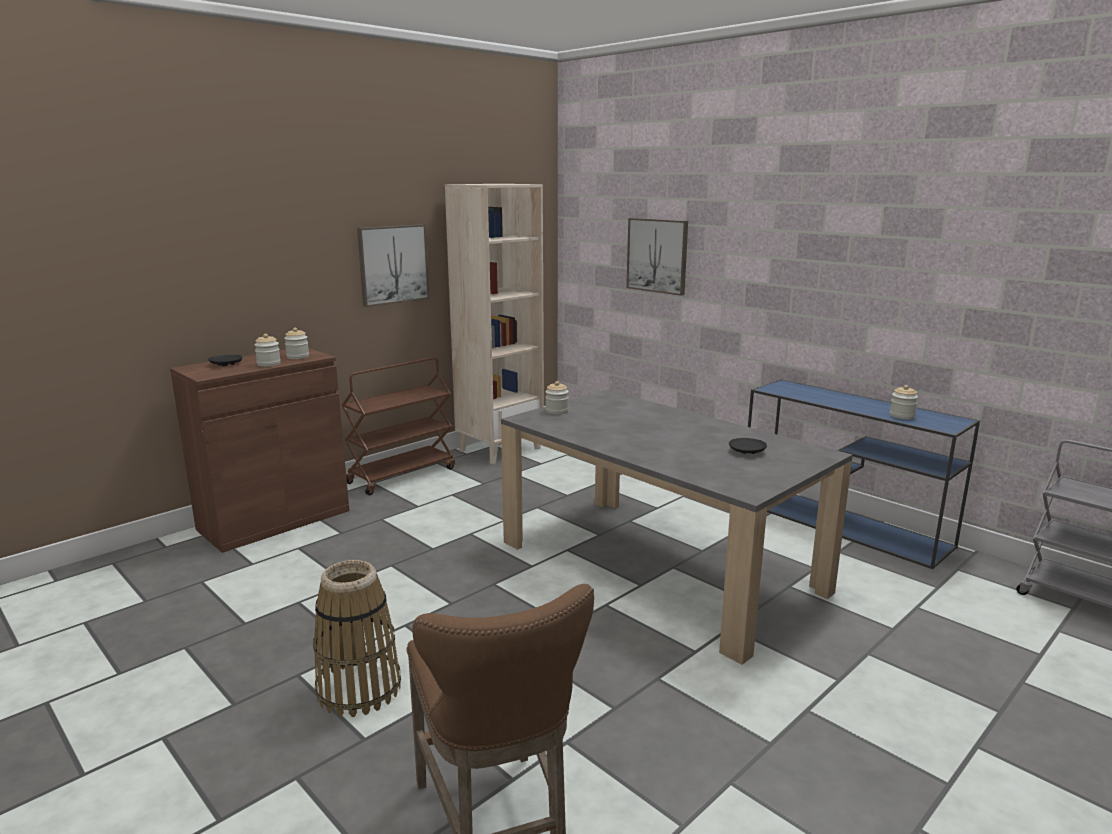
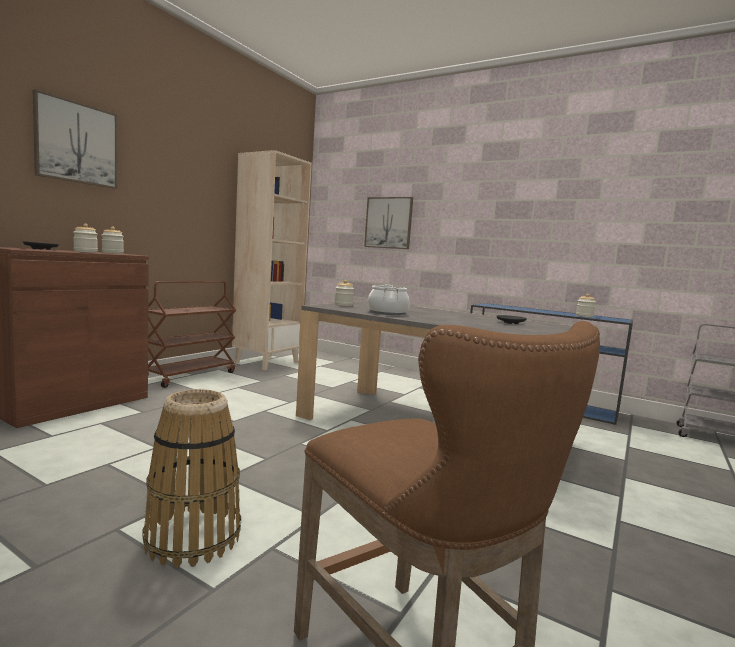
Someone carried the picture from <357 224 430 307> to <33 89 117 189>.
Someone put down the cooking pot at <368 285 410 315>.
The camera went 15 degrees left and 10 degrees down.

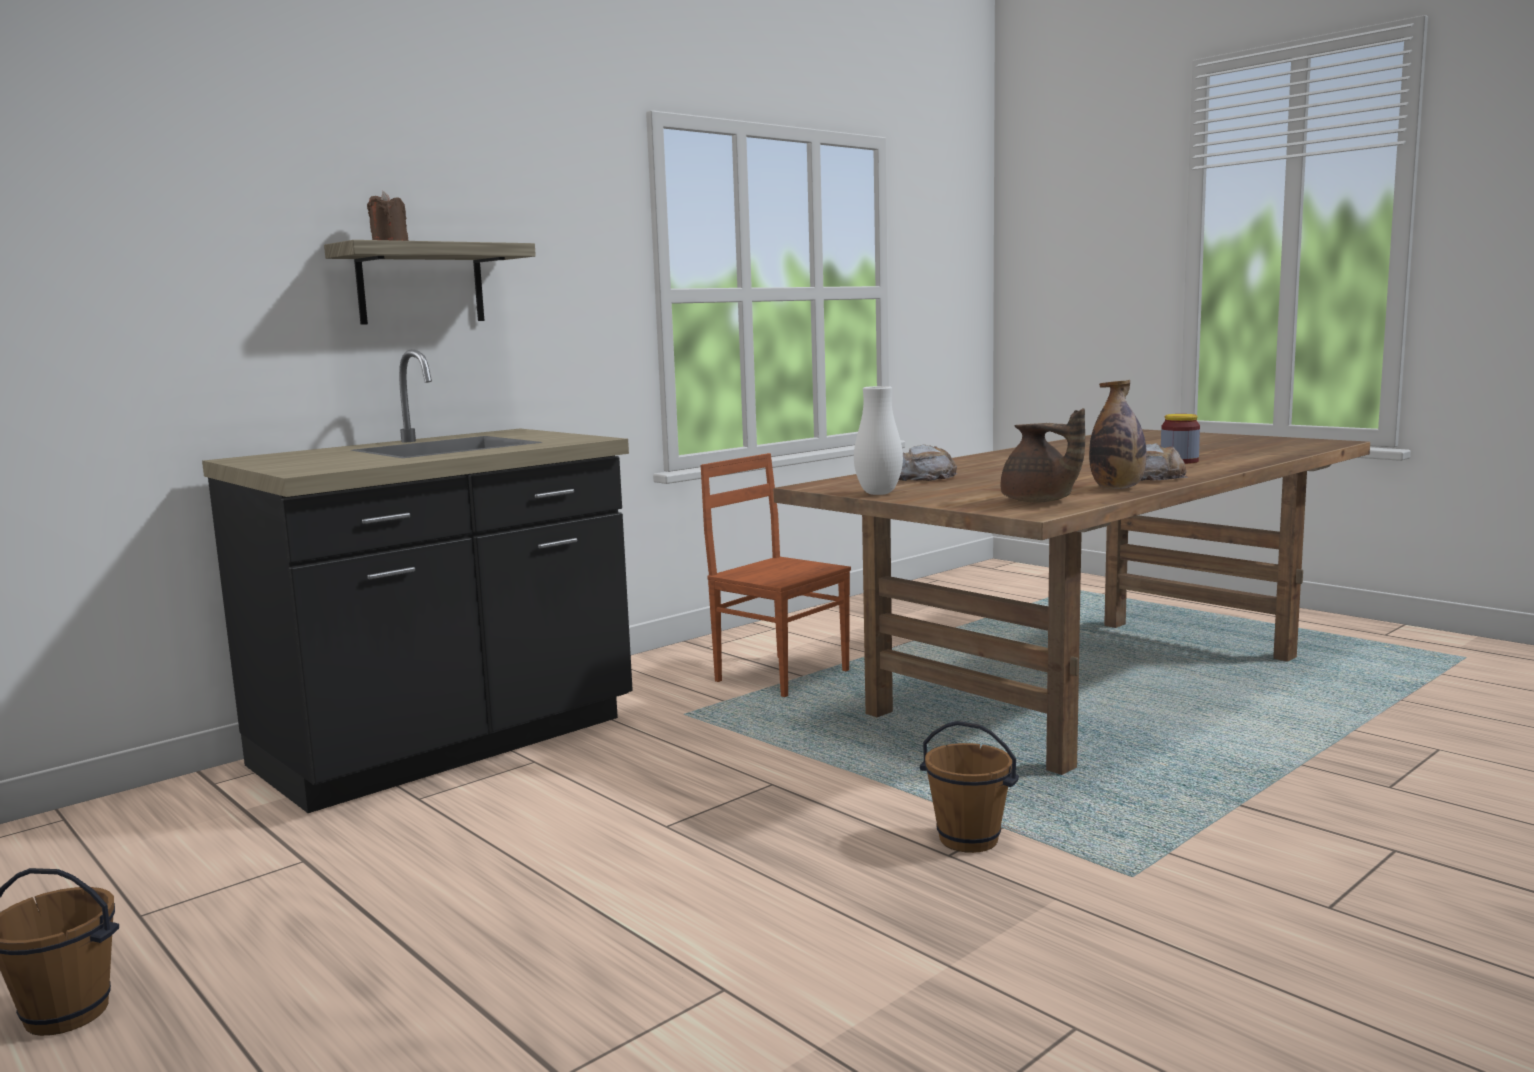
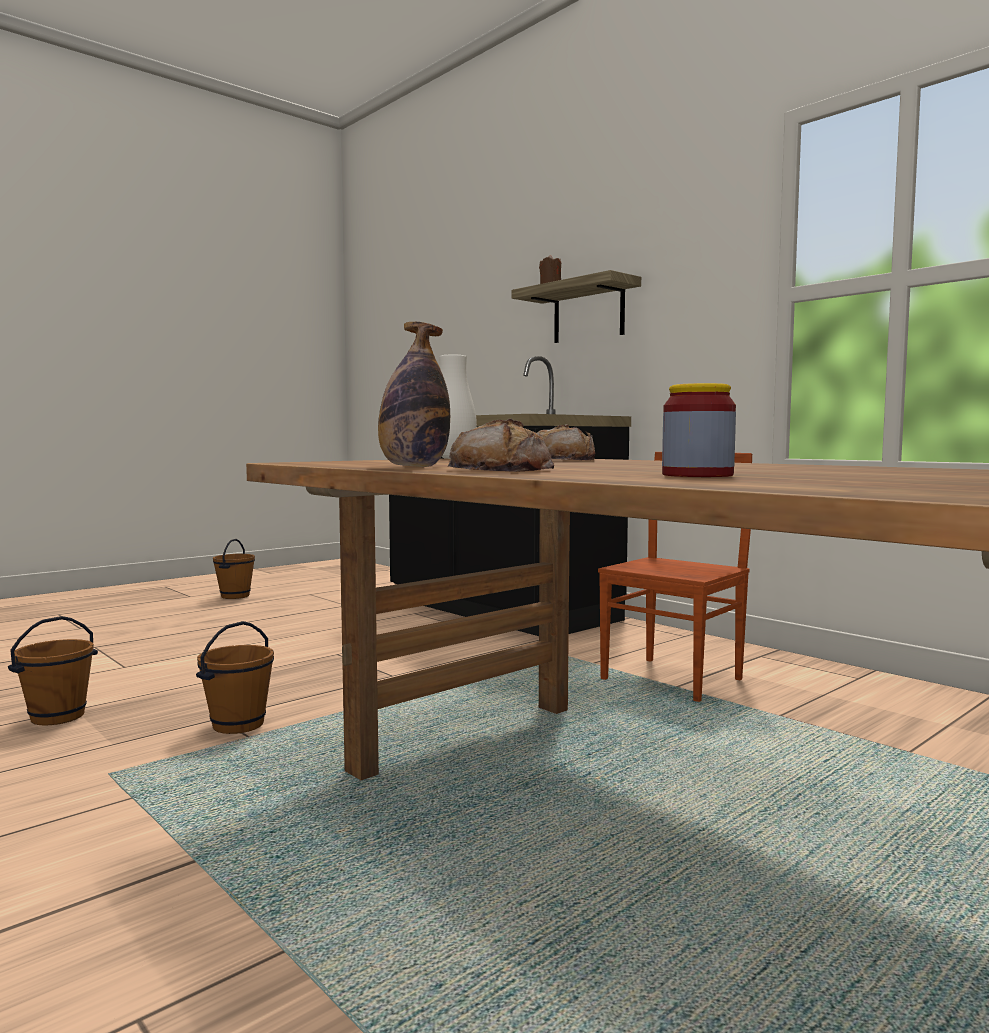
Someone put down the brown bucket at <8 616 98 725>.
Someone took away the brown teapot at <1001 408 1085 503>.
The camera went 90 degrees right and 5 degrees down.

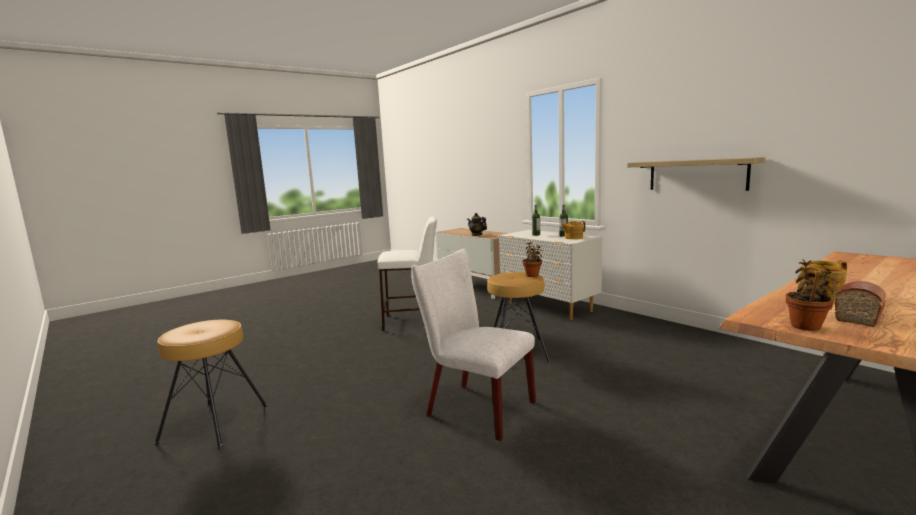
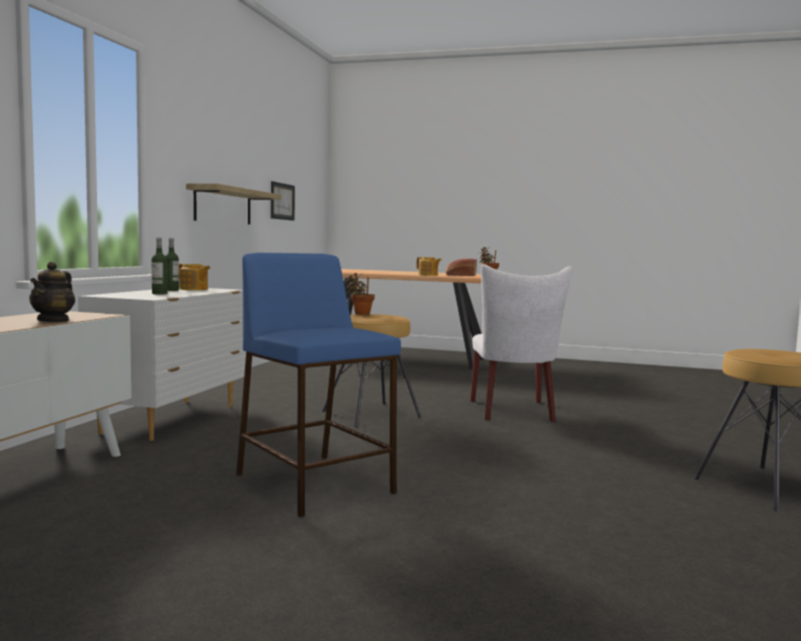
Someone repainted the white stool at <377 217 437 331>, which became the blue stool at <236 252 401 517>.
Someone put up the picture at <271 181 295 221>.
The camera went 125 degrees left and 5 degrees down.

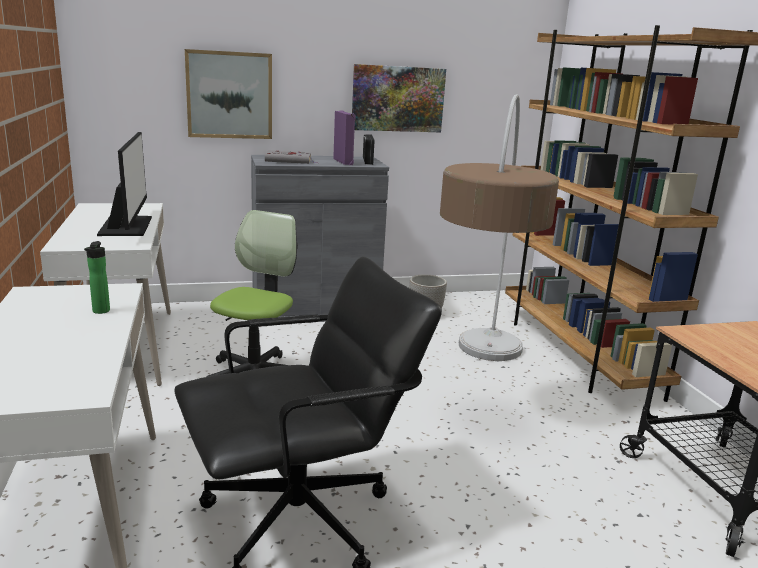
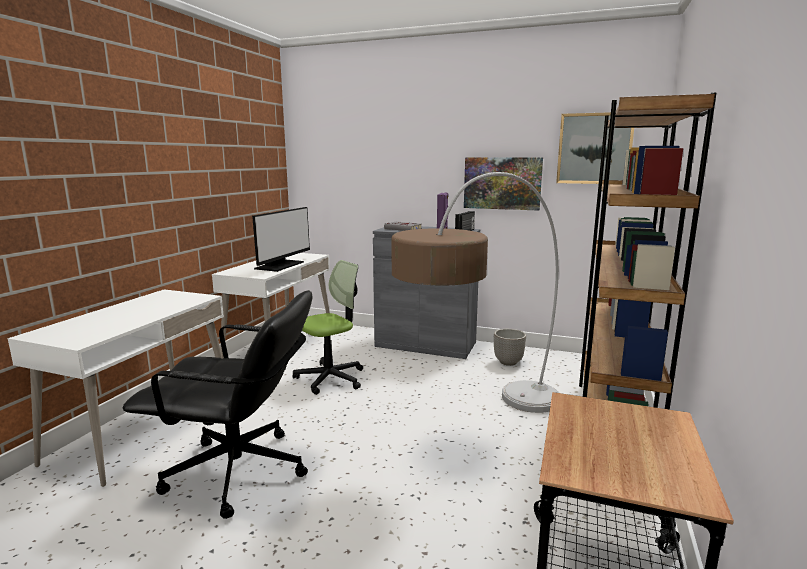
Someone carried the picture from <185 49 272 139> to <556 112 634 184>.
Someone took away the bottle at <84 241 110 314>.
The camera went 35 degrees right and 5 degrees down.

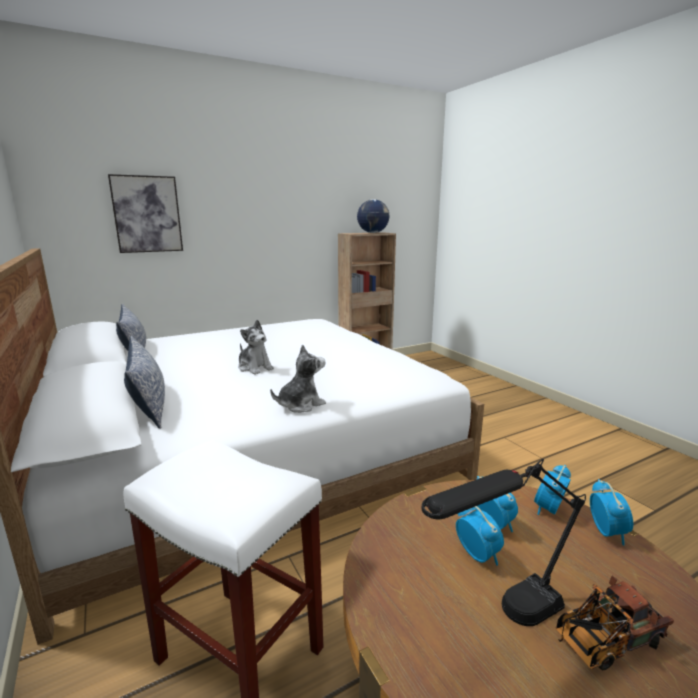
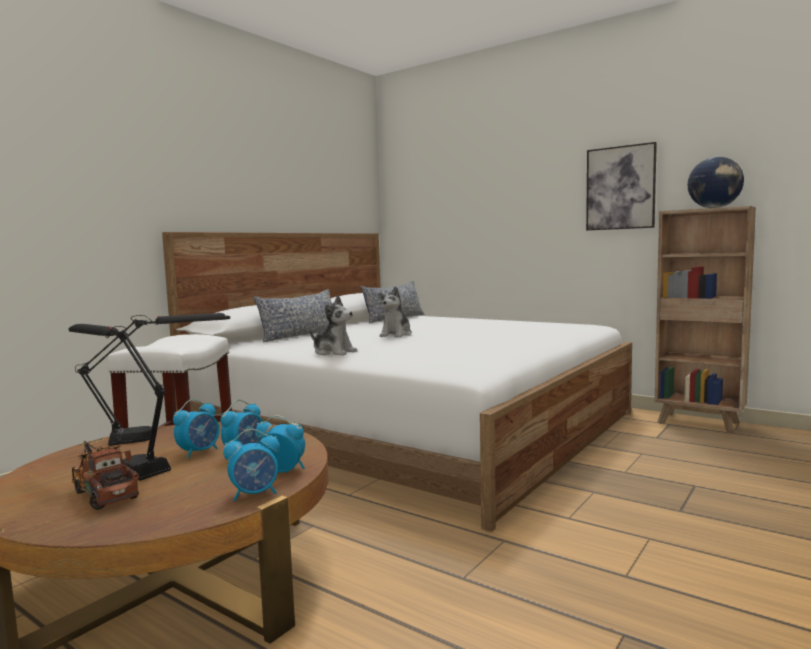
Someone put down the black table lamp at <75 313 230 446>.
Someone carried the picture from <108 174 183 253> to <586 142 657 231>.
The camera went 65 degrees right and 10 degrees down.

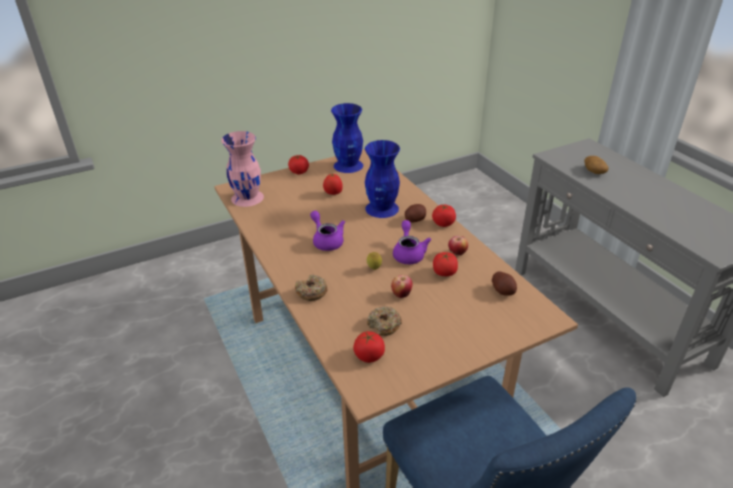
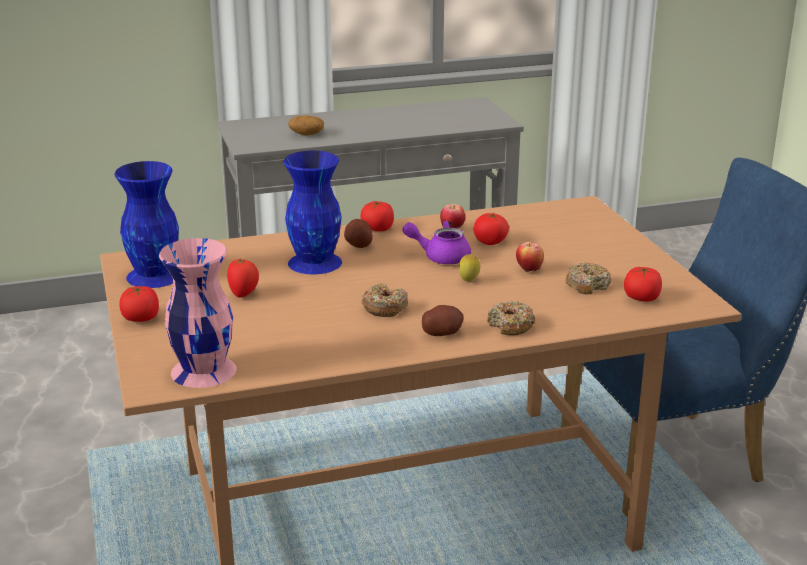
Someone swapped the purple teapot at <310 211 345 251> for the donut at <362 283 408 317>.
Someone carried the potato from <492 271 517 296> to <422 305 463 336>.
The camera went 80 degrees left and 10 degrees down.

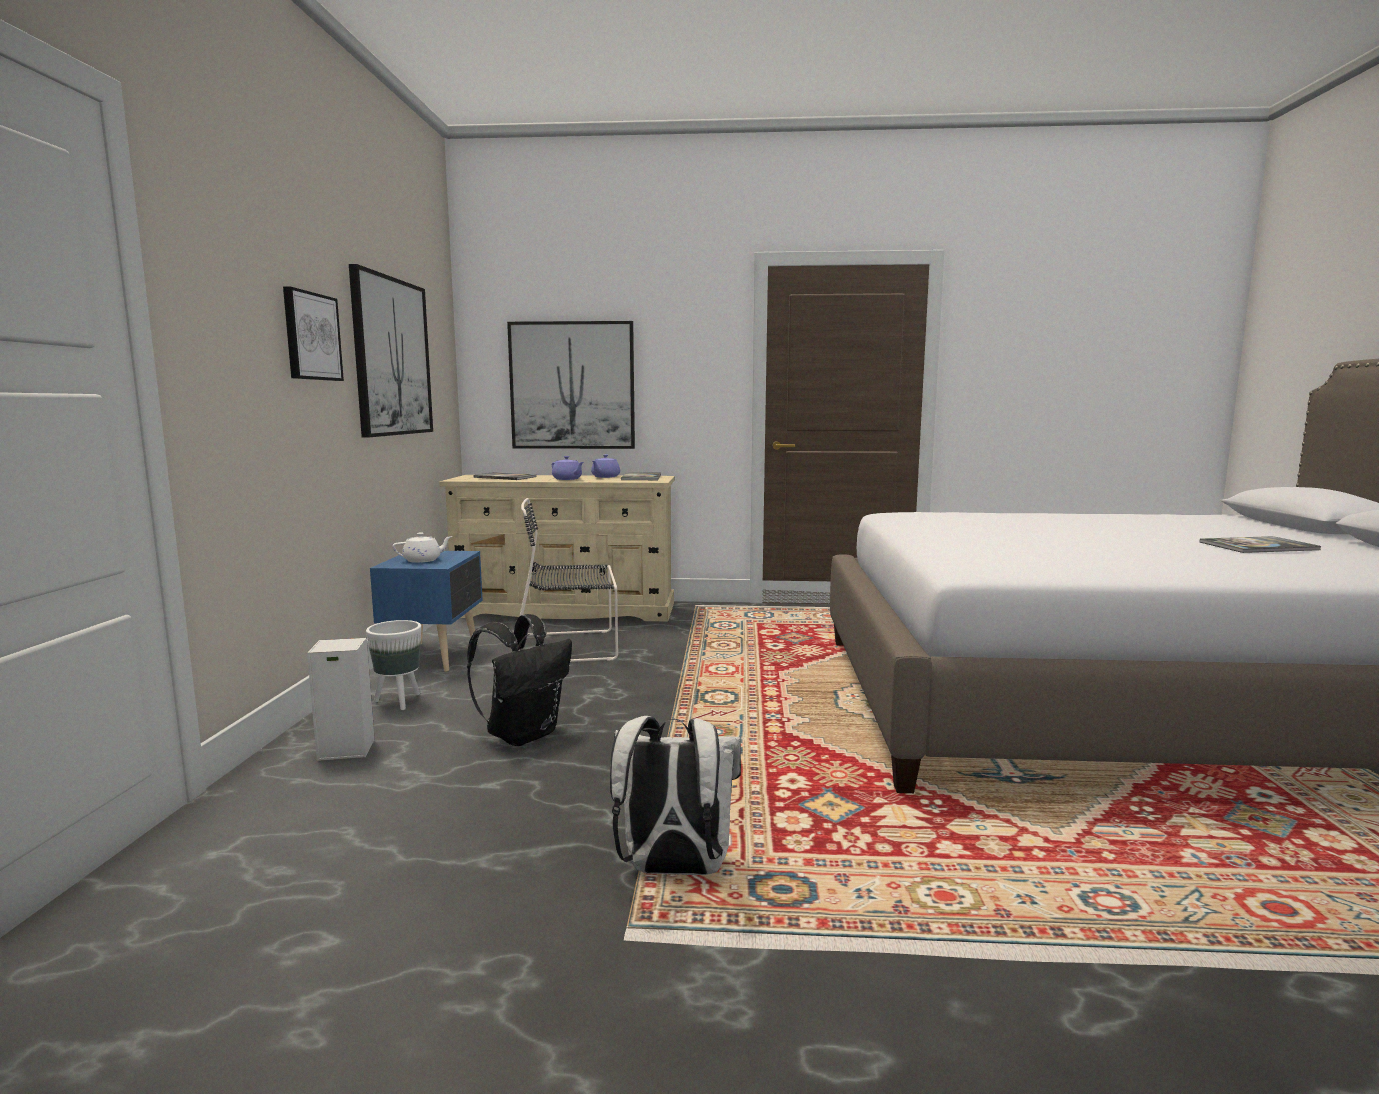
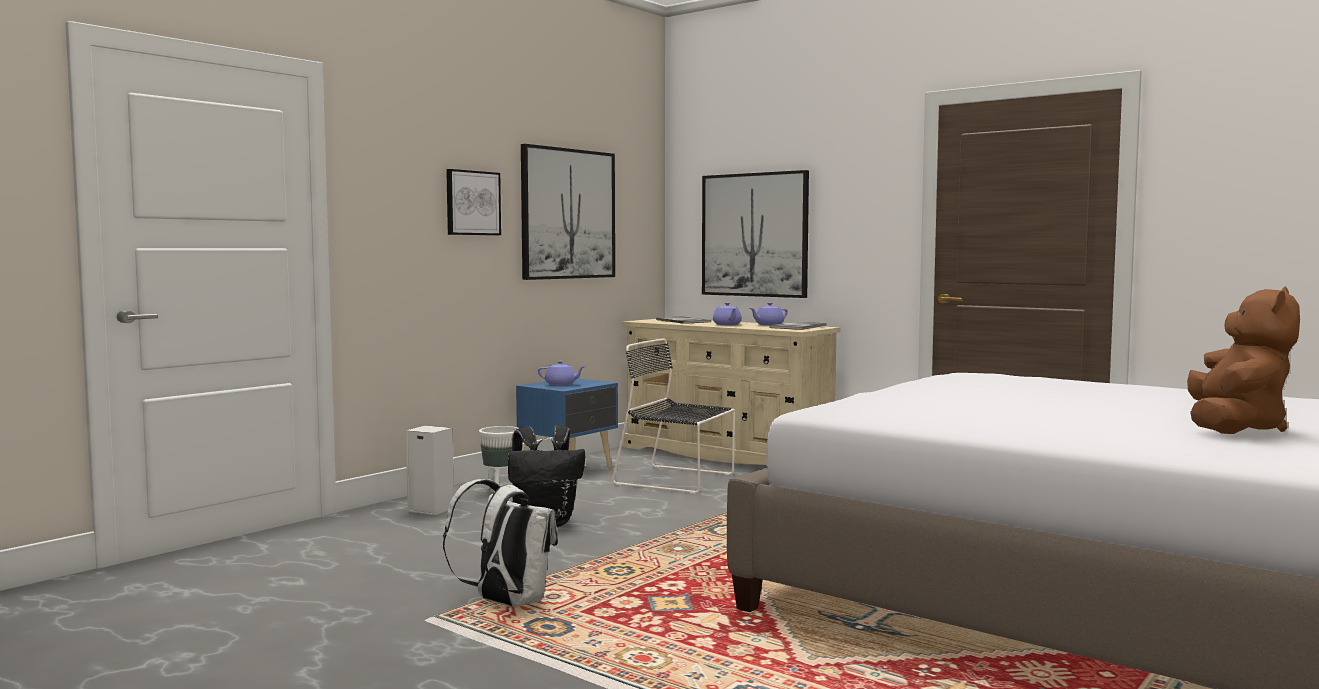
Someone repainted the white teapot at <392 532 453 563>, which became the purple teapot at <538 361 586 386>.
Someone swapped the book at <1199 536 1321 553> for the brown plush toy at <1187 286 1300 434>.
The camera went 35 degrees right and 5 degrees down.

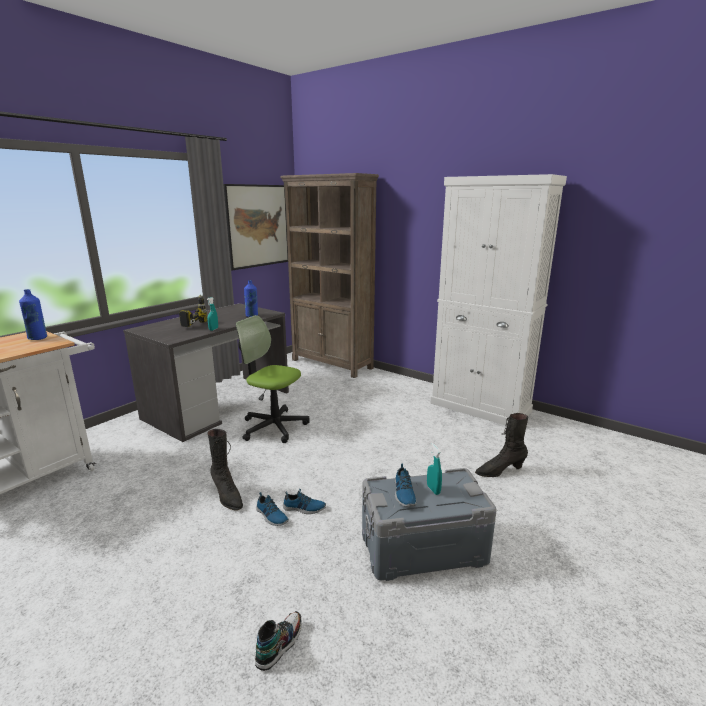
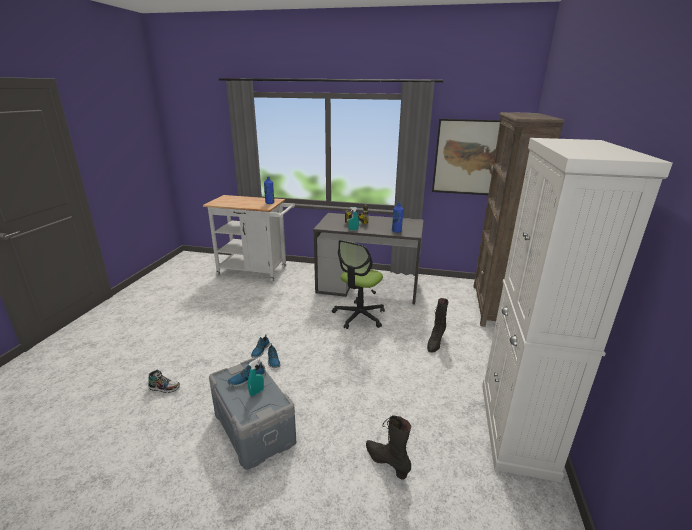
Someone rotated the office chair at <236 315 310 443> by 150 degrees counterclockwise.
Someone carried the black boot from <207 429 243 511> to <427 298 448 353>.
The camera went 65 degrees right and 5 degrees up.

